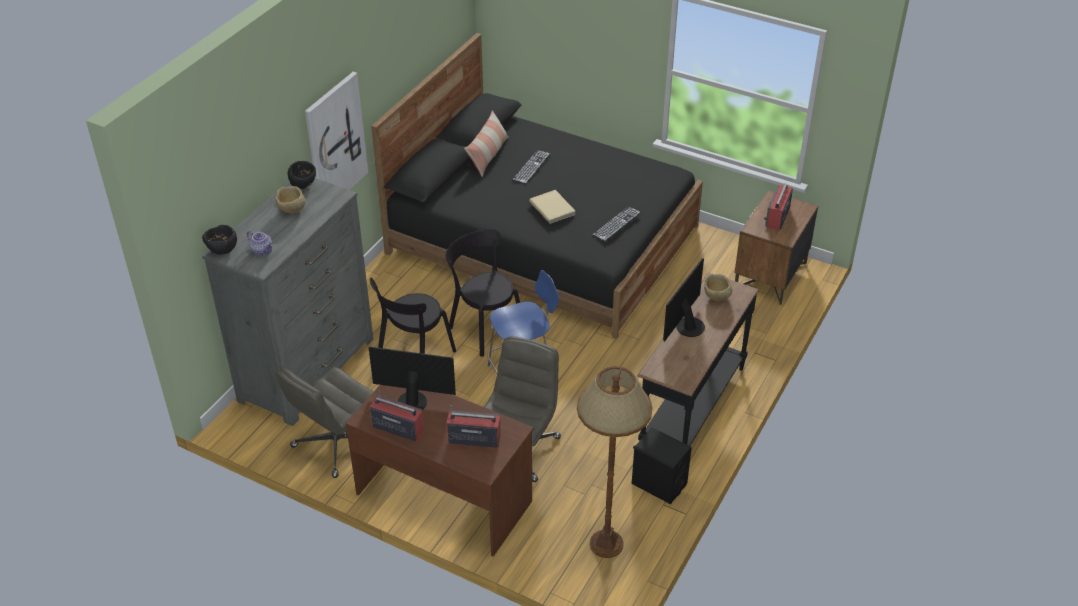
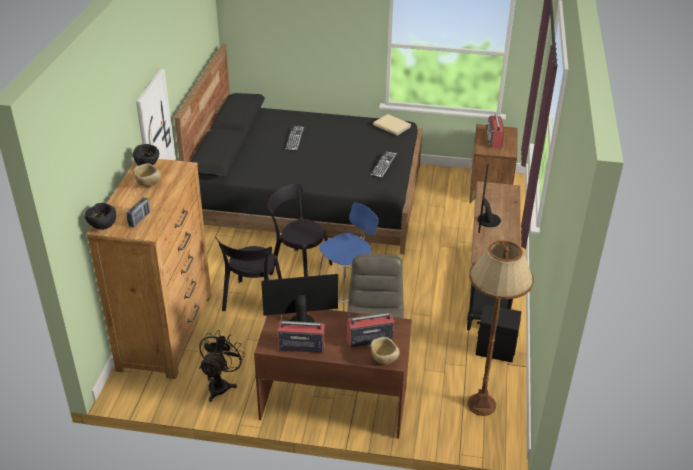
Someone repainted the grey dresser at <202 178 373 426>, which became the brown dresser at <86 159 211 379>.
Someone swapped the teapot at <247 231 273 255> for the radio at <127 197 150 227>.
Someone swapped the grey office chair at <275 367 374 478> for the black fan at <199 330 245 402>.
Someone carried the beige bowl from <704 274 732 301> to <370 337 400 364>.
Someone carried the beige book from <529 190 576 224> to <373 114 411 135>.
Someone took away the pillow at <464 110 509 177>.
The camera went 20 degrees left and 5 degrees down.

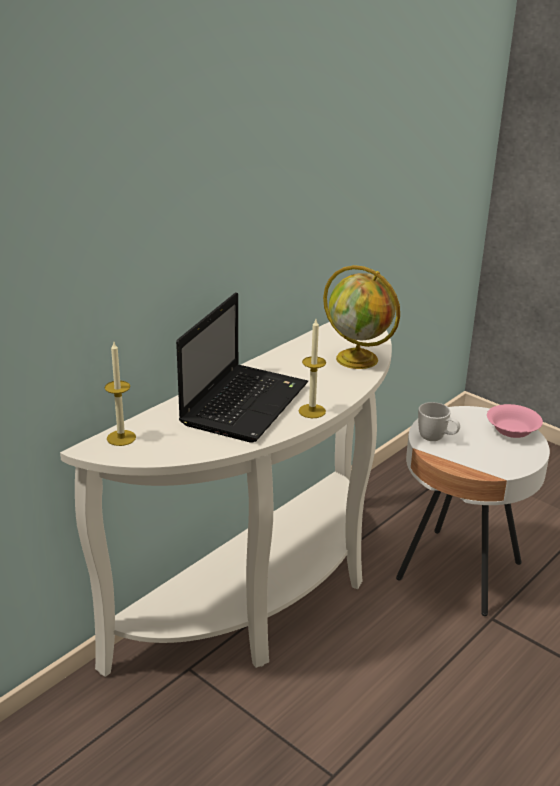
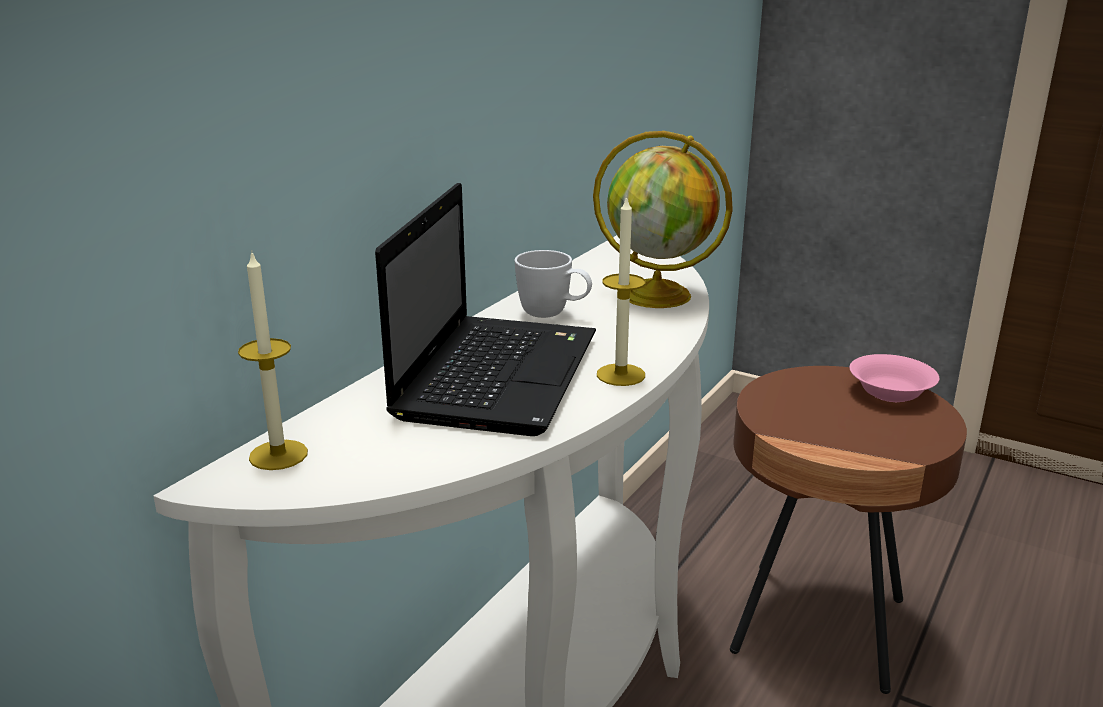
Someone carried the white mug from <418 402 460 441> to <515 250 592 318>.
Someone repainted the white side table at <396 406 550 616>, which became the brown side table at <730 366 967 694>.
The camera went 10 degrees left and 5 degrees down.

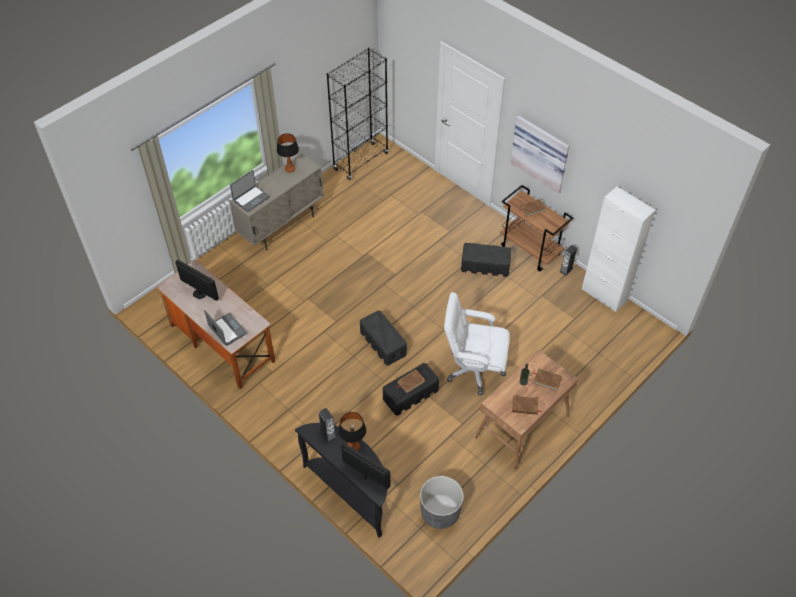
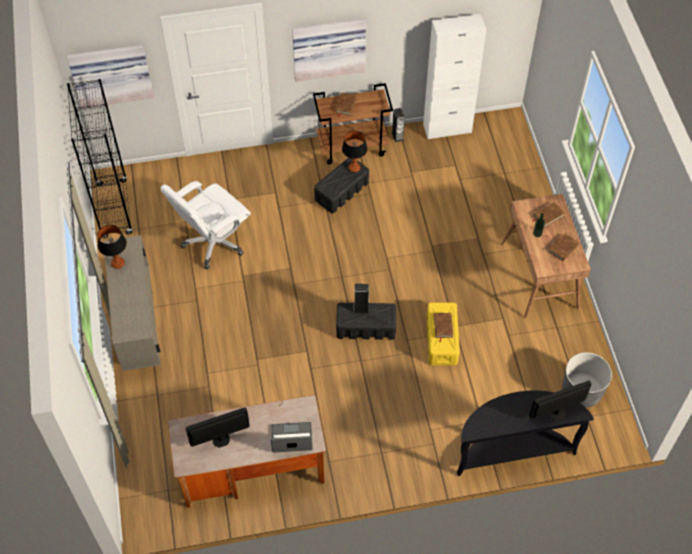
Someone put up the picture at <67 45 154 108>.
Someone carried the white office chair from <444 292 510 396> to <160 181 251 269>.
Someone carried the table lamp from <338 412 366 451> to <342 131 368 172>.
Someone carried the speaker from <318 408 337 443> to <353 284 369 313>.
Someone repainted the black storage box at <383 363 439 416>, which became the yellow storage box at <427 303 460 365>.
Someone took away the laptop at <230 170 270 212>.
The camera went 55 degrees left and 5 degrees up.

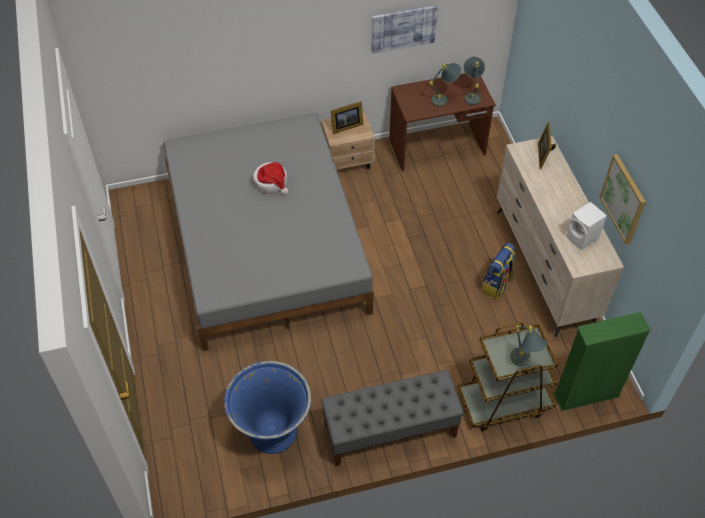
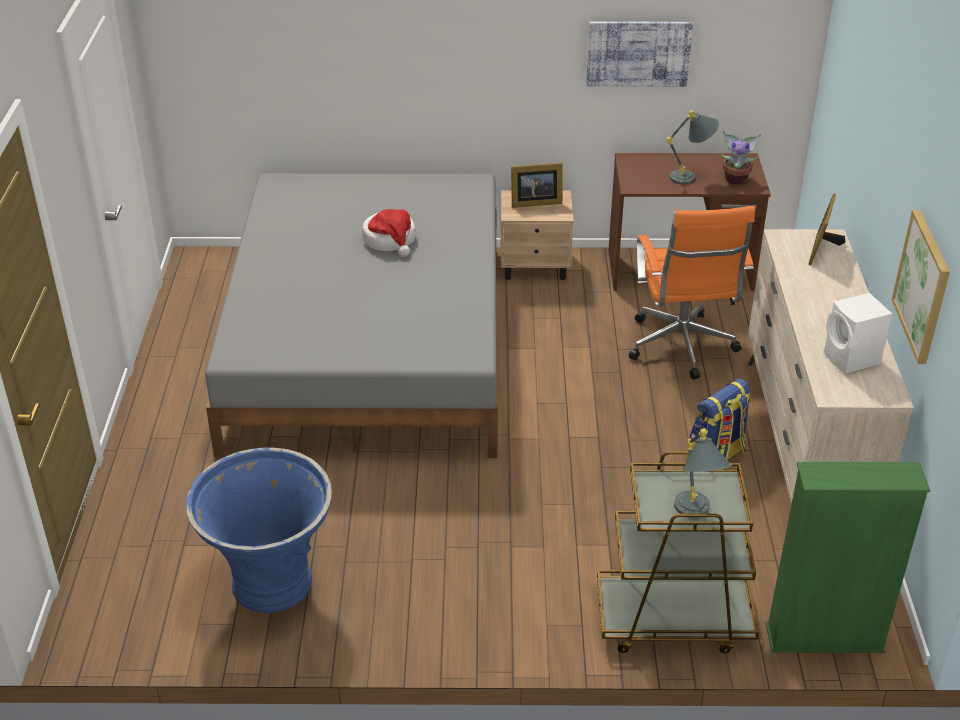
Someone put down the orange office chair at <629 206 755 380>.
Someone swapped the grey table lamp at <463 57 485 105> for the potted plant at <720 131 761 184>.
Someone took away the grey bench at <321 370 464 466>.
The camera went 15 degrees right and 15 degrees down.

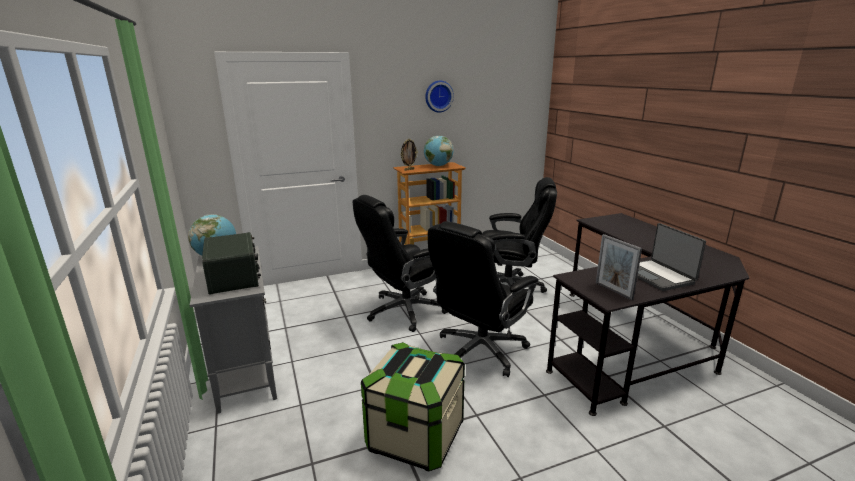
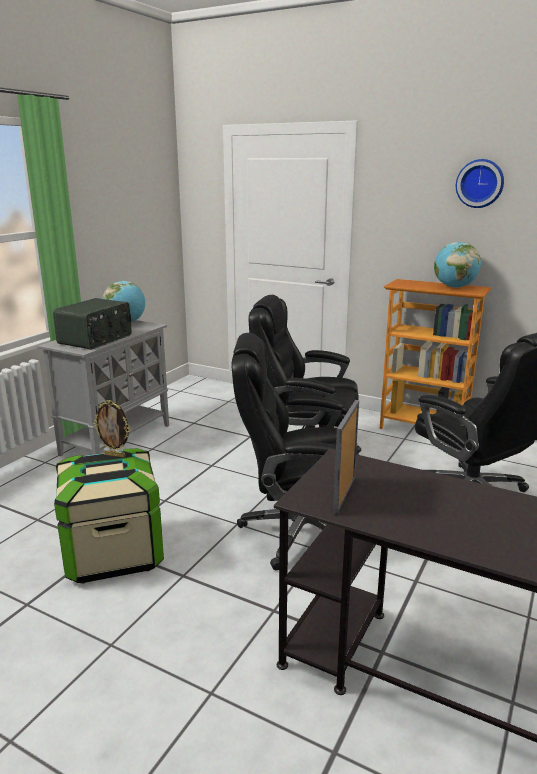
Someone carried the picture frame from <401 139 418 171> to <93 400 130 457>.
Someone took away the laptop at <637 223 706 291>.
The camera went 50 degrees right and 0 degrees up.

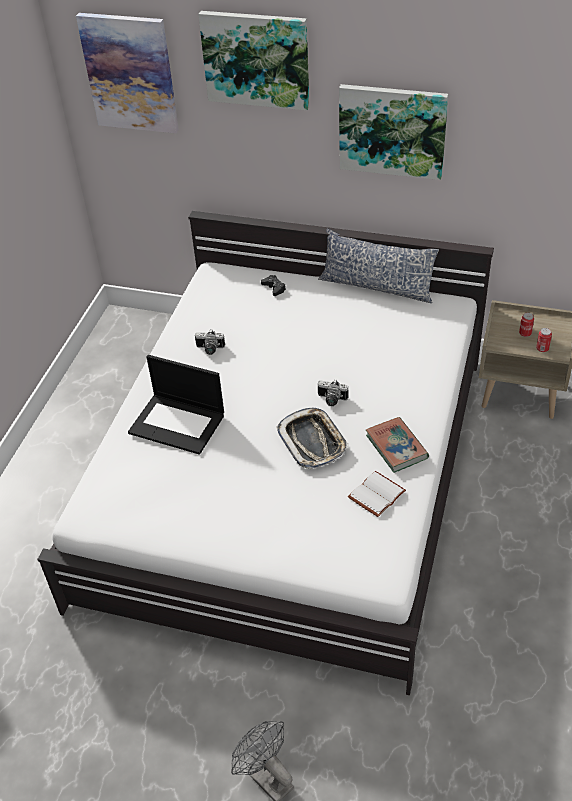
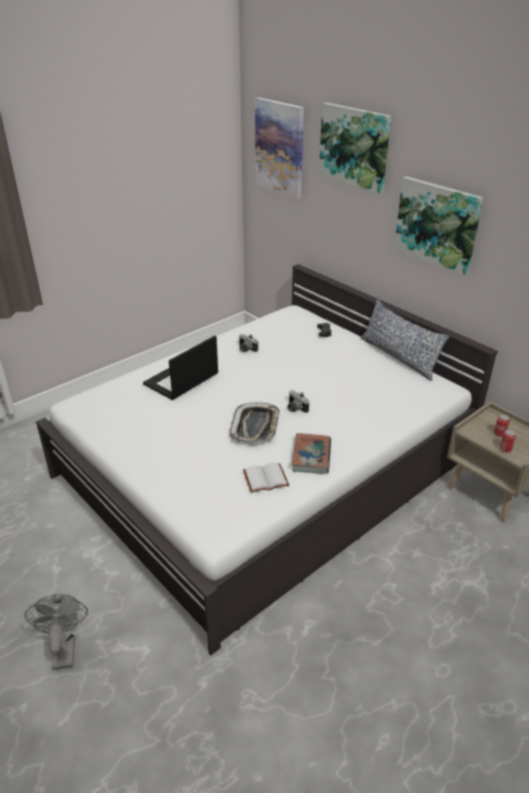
Someone rotated the laptop at <128 355 224 455> by 75 degrees clockwise.
The camera went 30 degrees right and 10 degrees down.

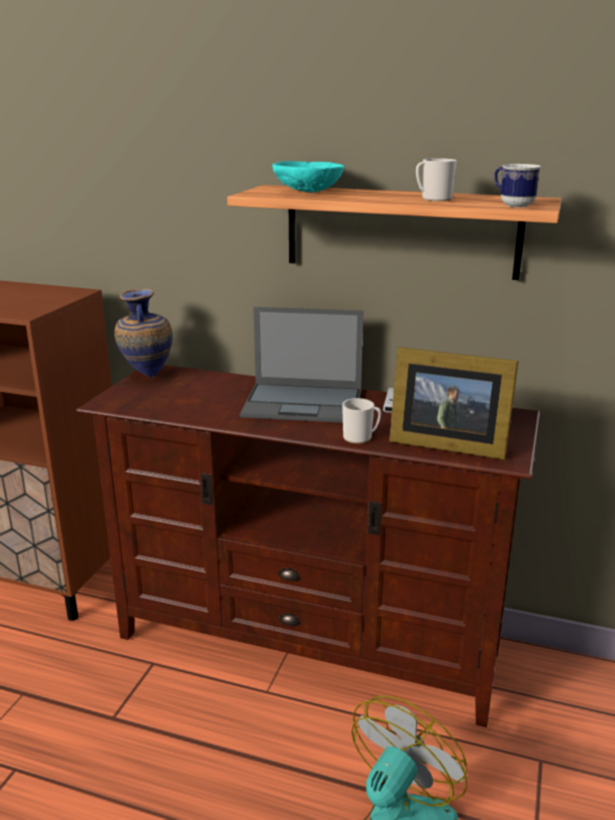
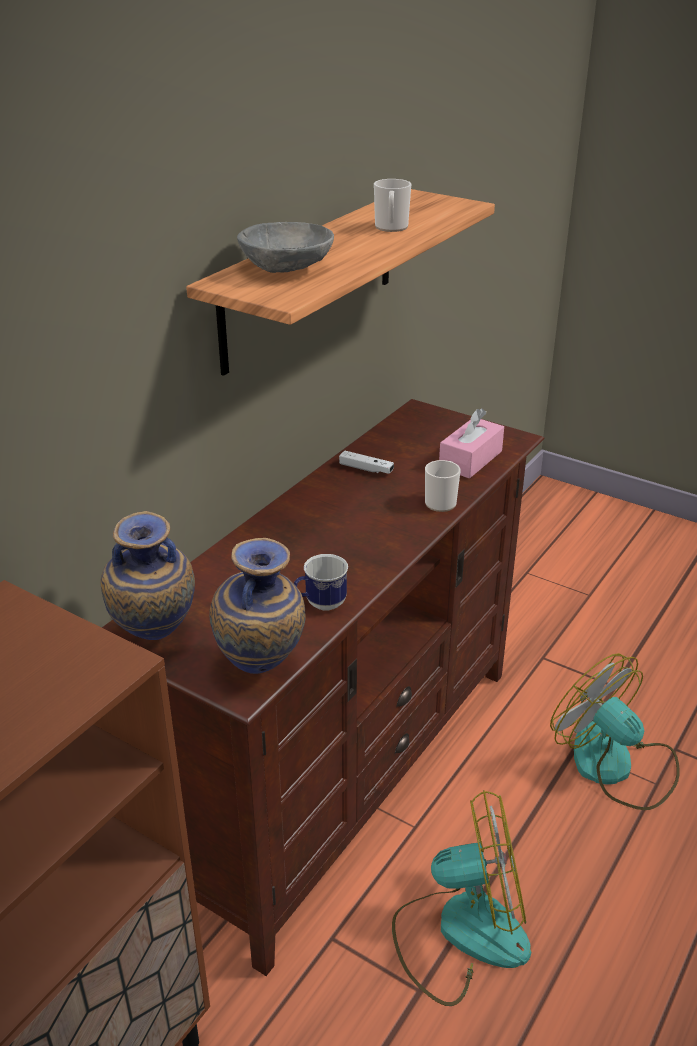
Someone put down the vase at <209 538 306 674>.
Someone repainted the turquoise bowl at <272 161 344 193>, which became the grey bowl at <237 222 334 273>.
Someone carried the mug from <495 164 541 207> to <294 554 348 611>.
Someone put down the fan at <392 790 531 1006>.
Someone swapped the picture frame at <389 347 518 460> for the pink tissue box at <439 408 504 478>.
Someone took away the laptop at <240 307 364 423>.
The camera went 75 degrees left and 10 degrees up.

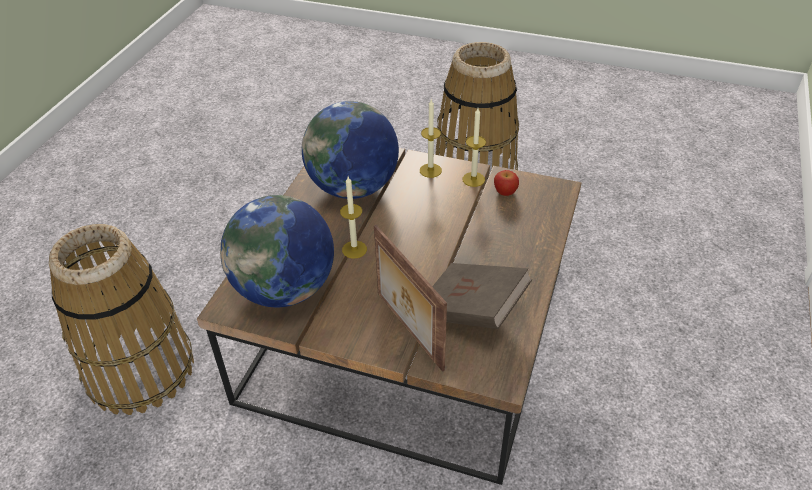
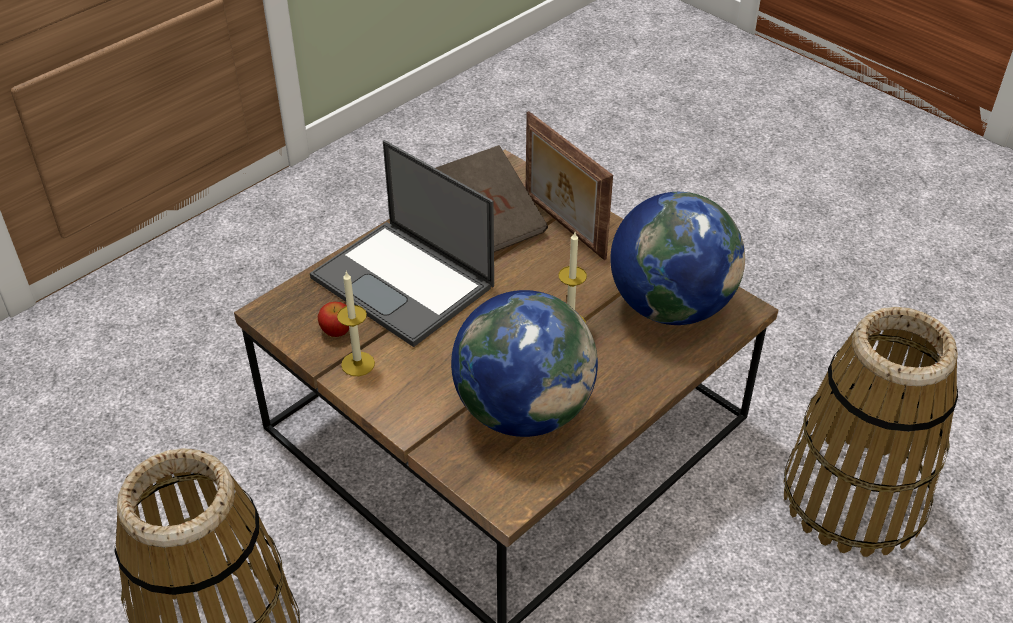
Someone put down the laptop at <310 140 494 347>.
Someone rotated the picture frame at <374 225 447 372> by 150 degrees clockwise.
Someone took away the candle at <420 99 442 178>.
The camera went 155 degrees left and 0 degrees up.

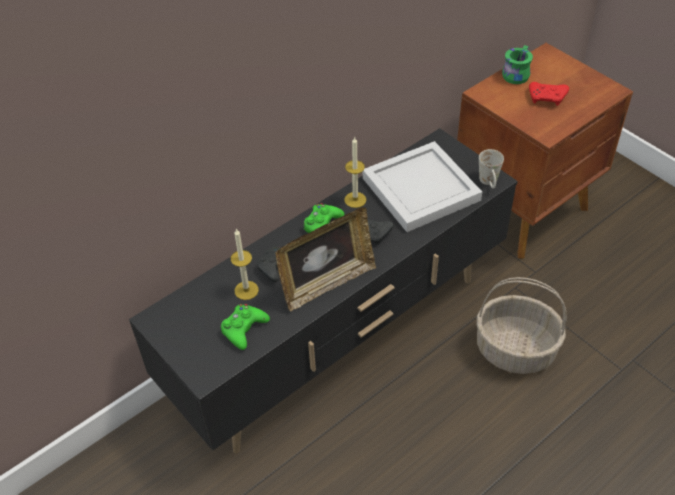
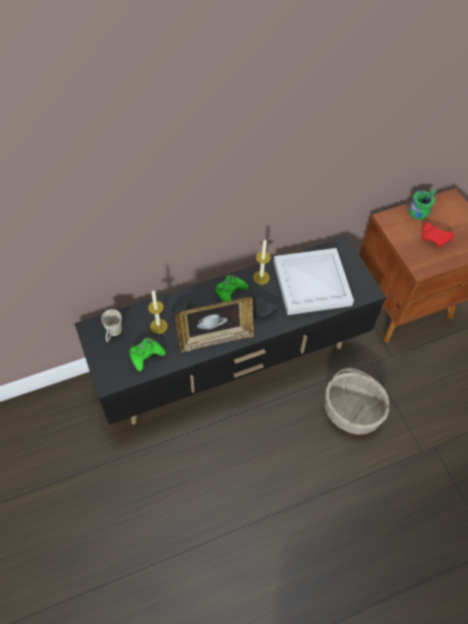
Someone carried the white mug from <479 149 504 189> to <101 309 122 342>.
The camera went 15 degrees right and 10 degrees up.

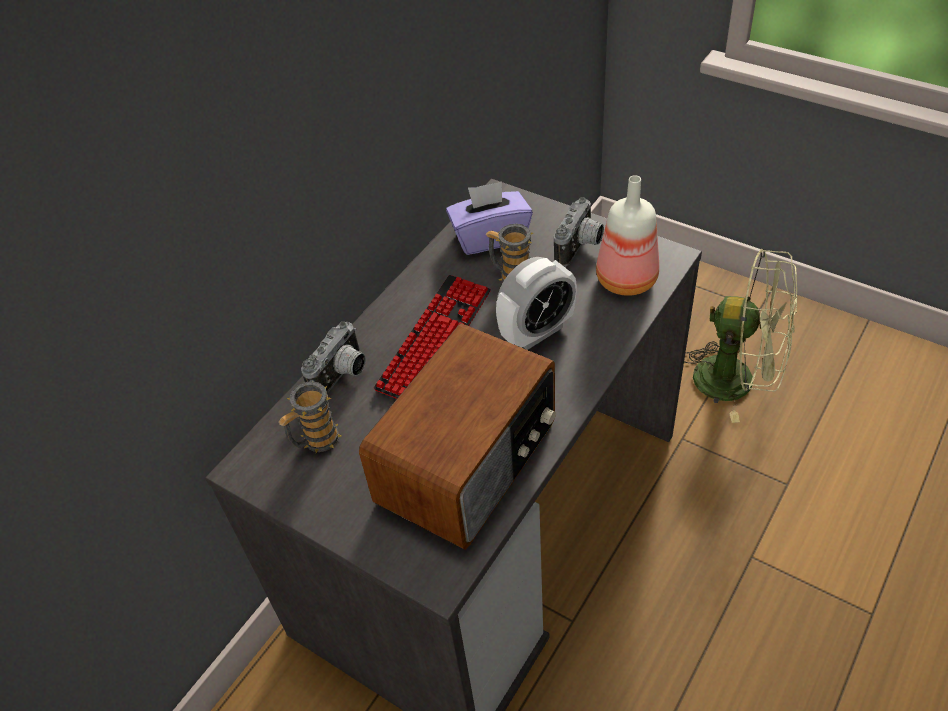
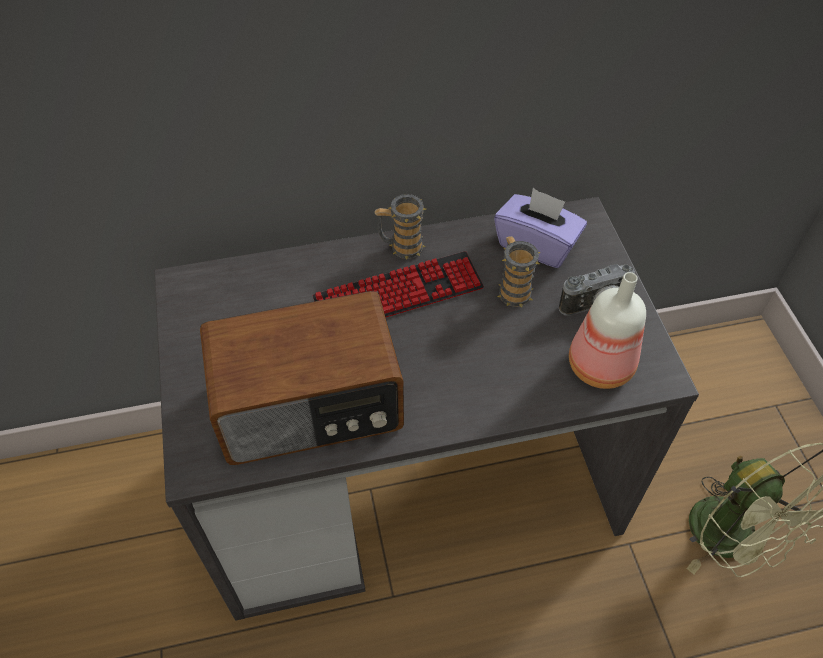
Someone carried the mug from <279 381 342 453> to <374 194 426 260>.
Someone took away the photo camera at <301 322 366 394>.
Someone took away the alarm clock at <496 257 577 350>.
The camera went 40 degrees right and 5 degrees up.

